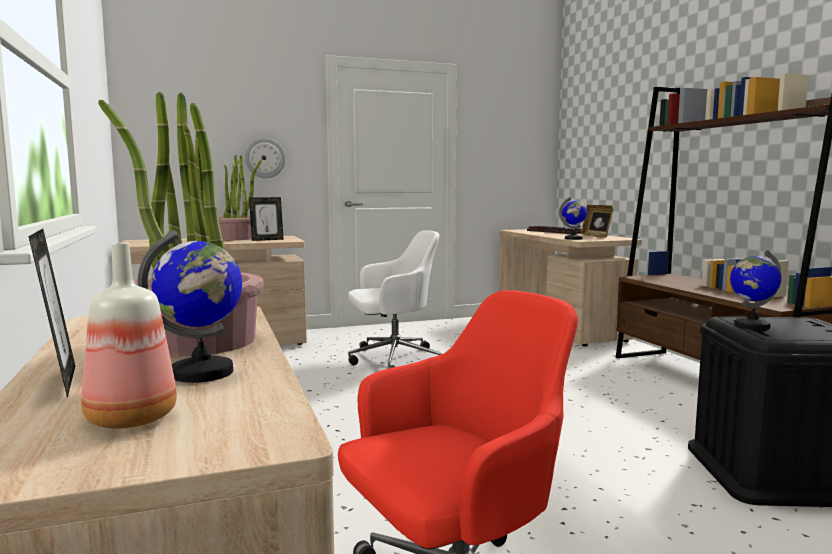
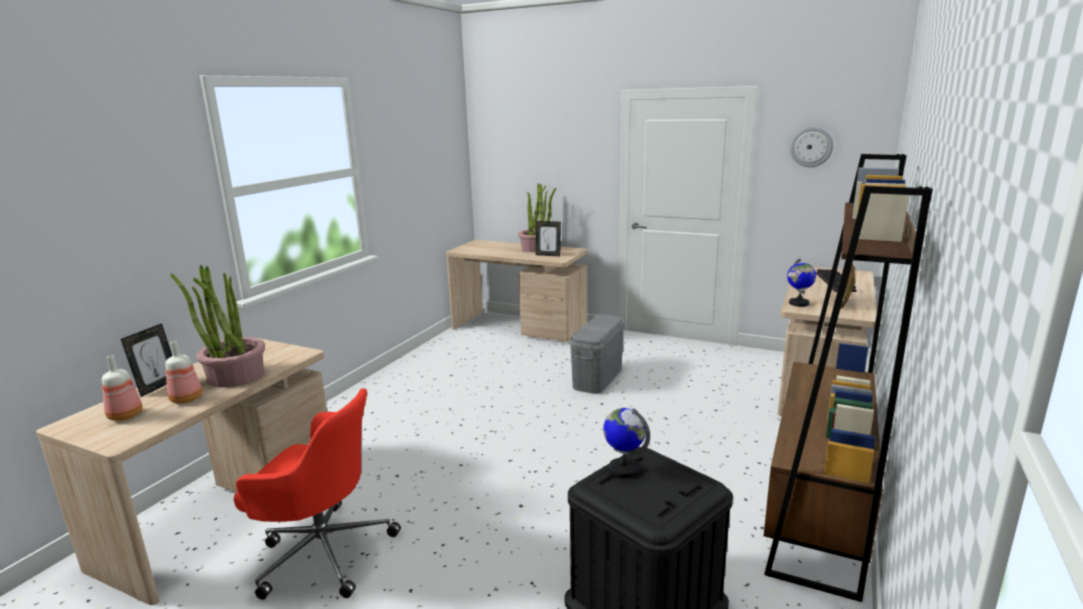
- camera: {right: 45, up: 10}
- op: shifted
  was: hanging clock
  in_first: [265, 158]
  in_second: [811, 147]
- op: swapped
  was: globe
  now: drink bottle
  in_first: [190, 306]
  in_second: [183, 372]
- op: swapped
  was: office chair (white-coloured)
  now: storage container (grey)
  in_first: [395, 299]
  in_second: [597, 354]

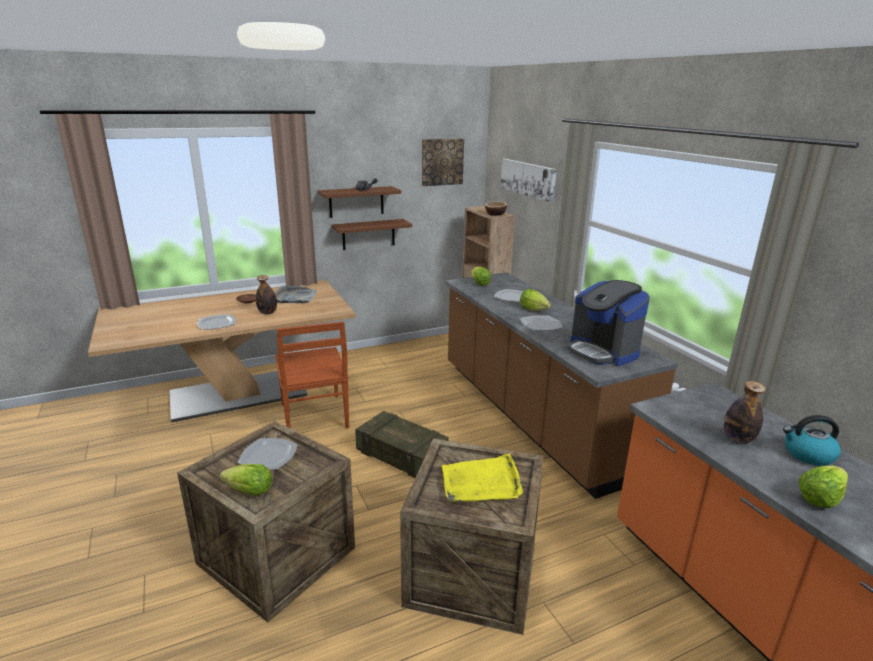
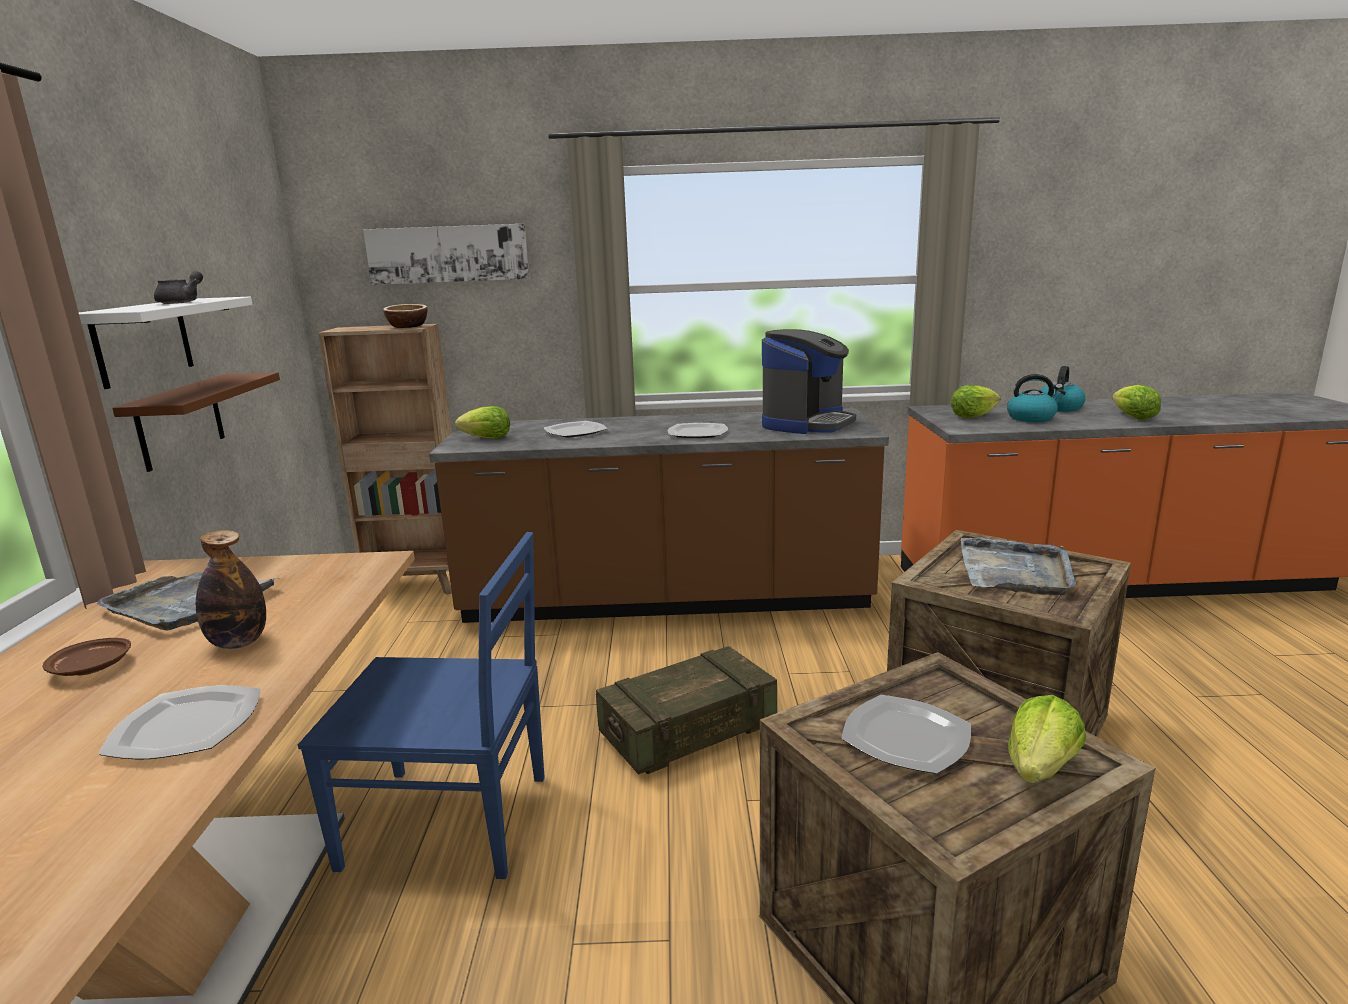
- camera: {right: -65, up: -5}
- op: gone
  was: wall picture
  in_first: [443, 162]
- op: repainted
  was: bracket shelf (brownish)
  now: bracket shelf (white-coloured)
  in_first: [359, 202]
  in_second: [166, 343]
- op: rotated
  was: coffee brewer
  in_first: [609, 323]
  in_second: [809, 381]
  clockwise: -45
- op: shifted
  was: lettuce
  in_first: [535, 300]
  in_second: [976, 401]
- op: repainted
  was: upright chair (brownish)
  now: upright chair (bluish)
  in_first: [312, 375]
  in_second: [421, 705]
- op: swapped
  was: drink bottle
  now: kettle
  in_first: [745, 412]
  in_second: [1036, 398]
- op: repainted
  was: serving tray (yellow-coloured)
  now: serving tray (grey)
  in_first: [482, 478]
  in_second: [1018, 566]

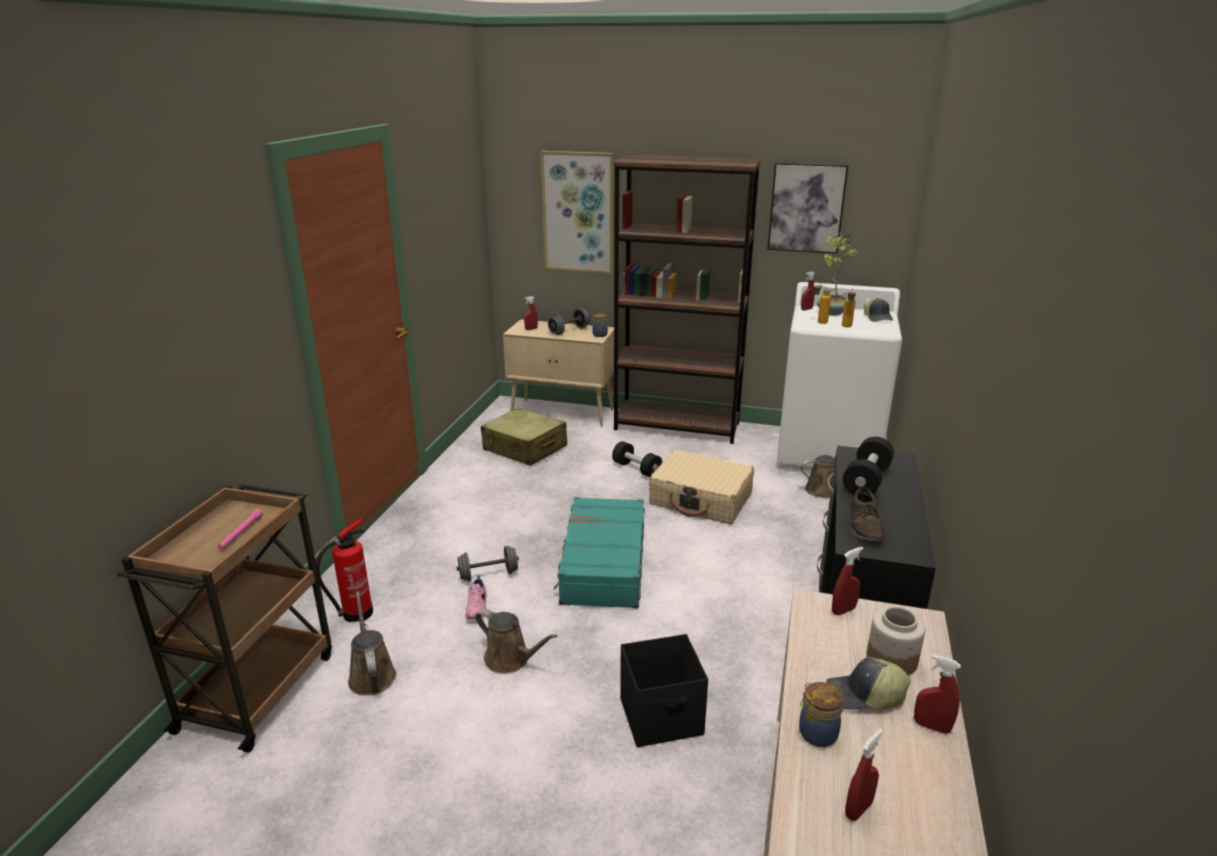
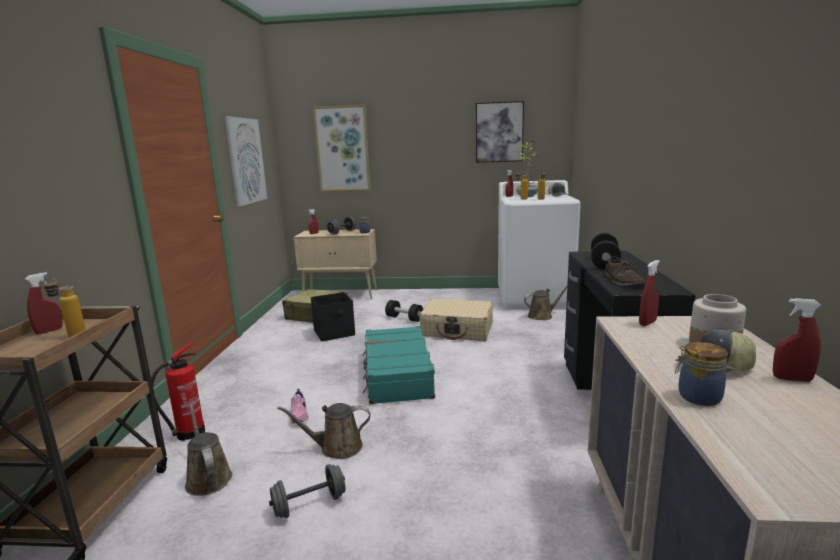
- camera: {right: -10, up: -10}
- op: gone
  was: bookcase (brownish)
  in_first: [687, 299]
- op: swapped
  was: flashlight (pinkish)
  now: drink bottle
  in_first: [240, 529]
  in_second: [64, 307]
- op: shifted
  was: hand weight (grey)
  in_first: [487, 564]
  in_second: [307, 491]
- op: rotated
  was: sprinkling can (brownish)
  in_first: [516, 641]
  in_second: [323, 431]
  clockwise: 150
- op: shifted
  was: storage container (black-coloured)
  in_first: [664, 690]
  in_second: [333, 317]
- op: shifted
  was: sprayer (red-coloured)
  in_first: [864, 775]
  in_second: [44, 303]
- op: new
  now: wall picture
  in_second: [246, 161]

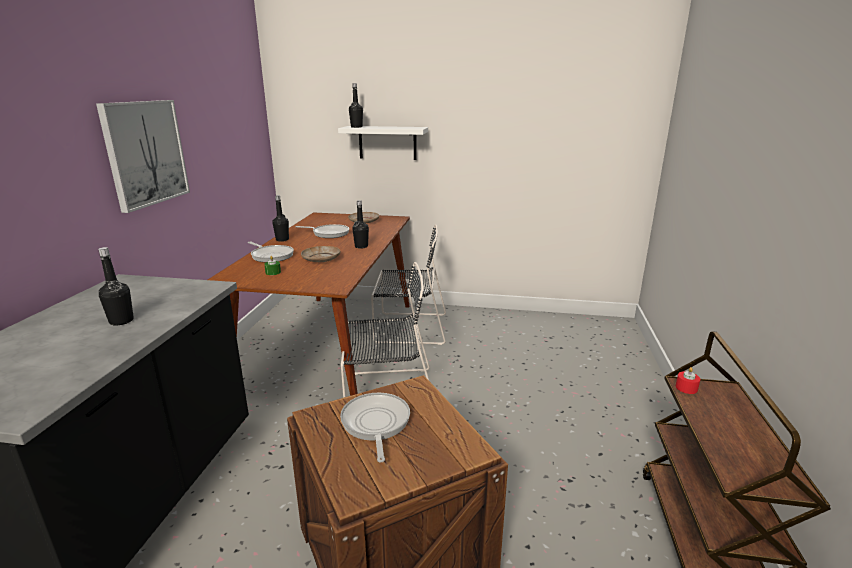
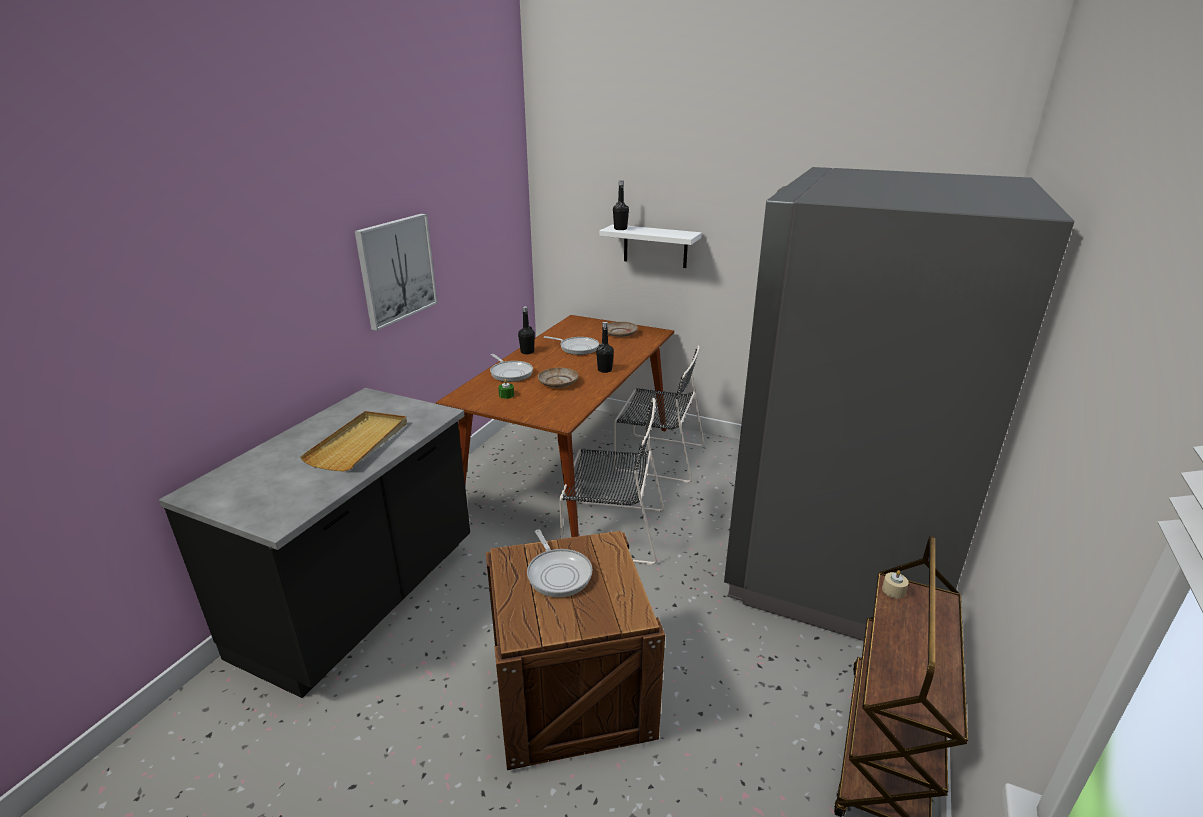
- camera: {right: 15, up: 5}
- op: swapped
  was: drink bottle (black-coloured)
  now: serving tray (beige)
  in_first: [116, 286]
  in_second: [353, 441]
- op: repainted
  was: candle (red-coloured)
  now: candle (beige)
  in_first: [688, 380]
  in_second: [895, 584]
- op: rotated
  was: skillet
  in_first: [375, 427]
  in_second: [559, 563]
  clockwise: 150
- op: new
  now: refrigerator (grey)
  in_second: [899, 404]

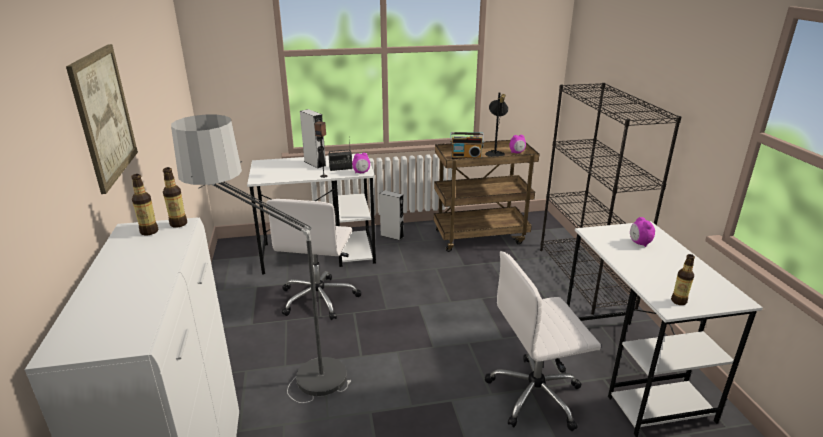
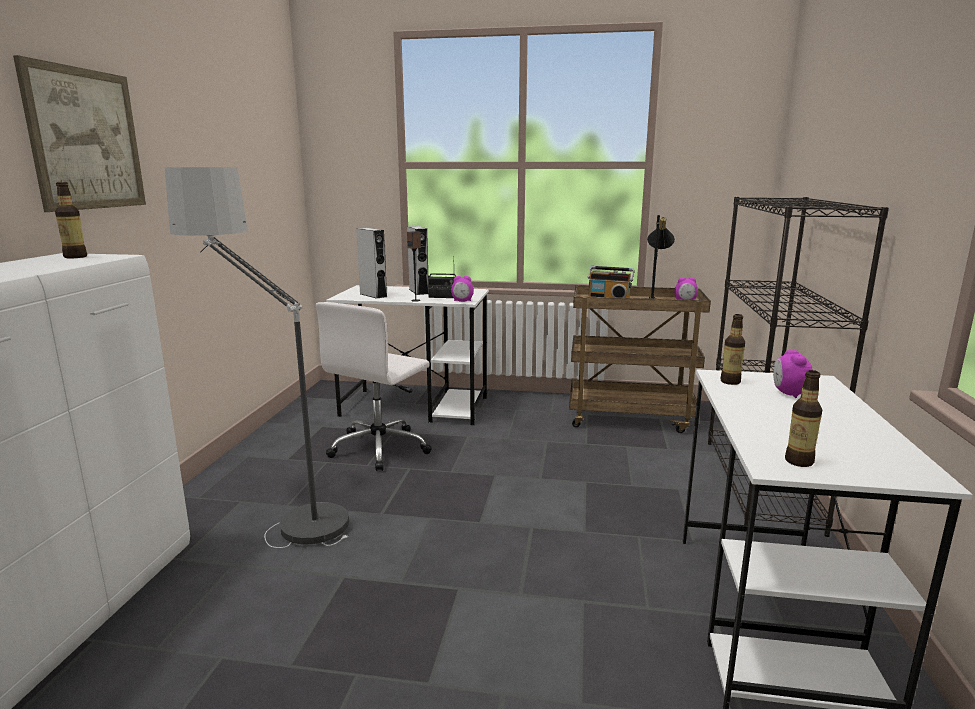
- camera: {right: 20, up: -10}
- op: shifted
  was: drink bottle
  in_first: [175, 197]
  in_second: [732, 349]
- op: shifted
  was: loudspeaker (grey)
  in_first: [392, 215]
  in_second: [371, 263]
- op: gone
  was: office chair (white-coloured)
  in_first: [543, 341]

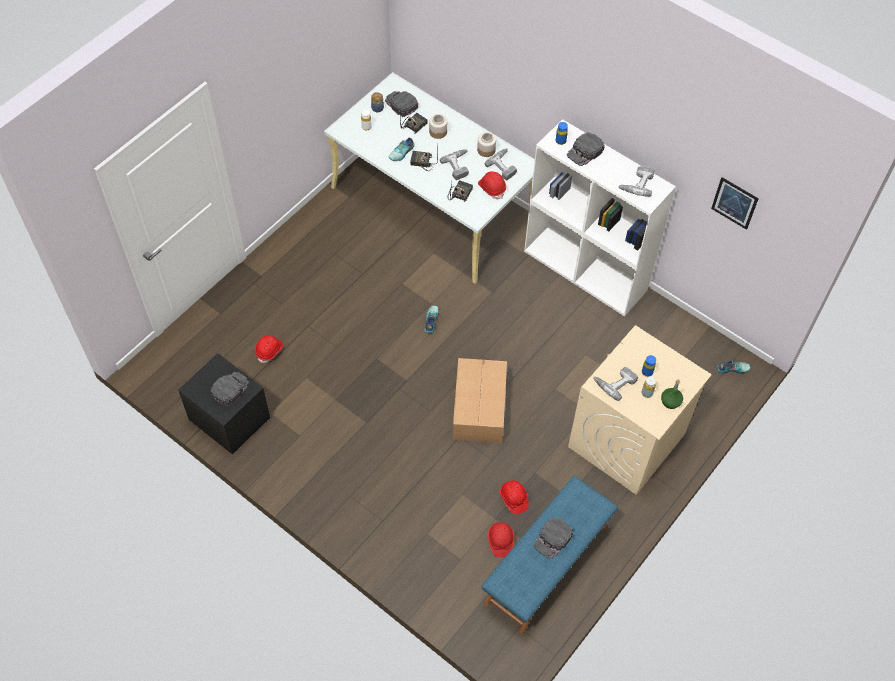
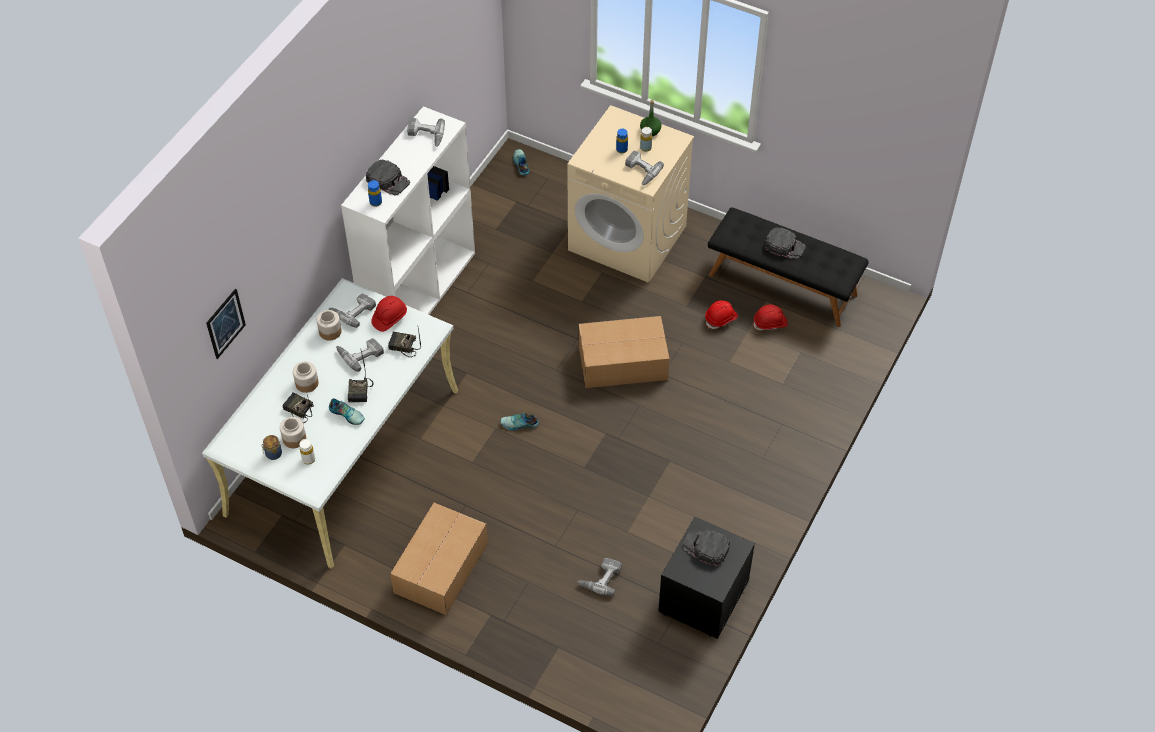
- camera: {right: -100, up: -5}
- op: gone
  was: cap (black-coloured)
  in_first: [401, 104]
- op: shifted
  was: wall picture
  in_first: [735, 203]
  in_second: [226, 323]
- op: swapped
  was: hard hat (red-coloured)
  now: electric drill
  in_first: [269, 349]
  in_second: [599, 577]
- op: repainted
  was: long seat (bluish)
  now: long seat (black-coloured)
  in_first: [550, 555]
  in_second: [788, 267]
- op: new
  now: storage jar
  in_second: [293, 432]
- op: new
  now: packing box
  in_second: [439, 559]

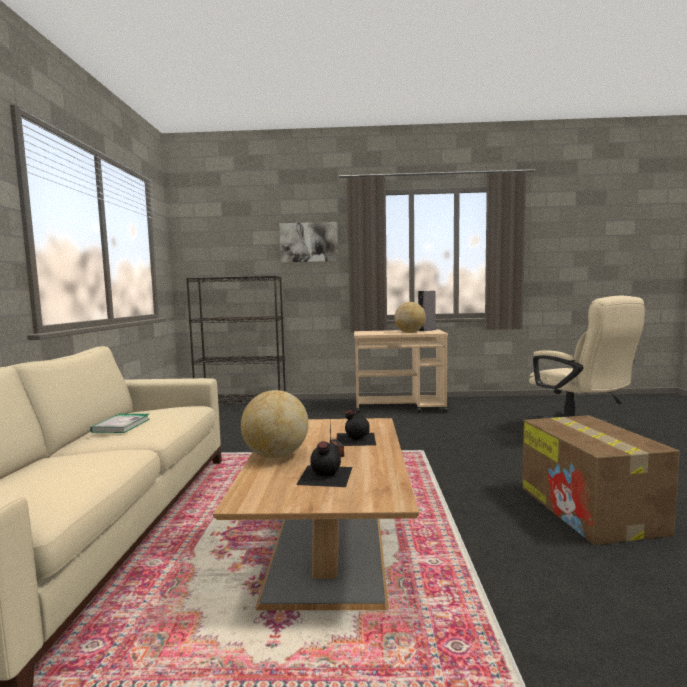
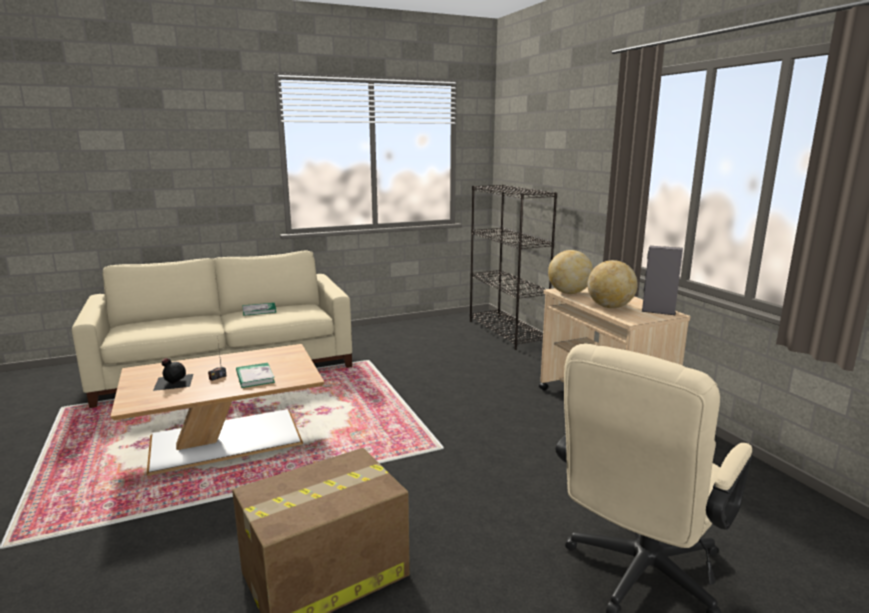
- camera: {right: 65, up: 10}
- op: gone
  was: wall picture
  in_first: [308, 242]
- op: shifted
  was: globe
  in_first: [275, 424]
  in_second: [570, 272]
- op: swapped
  was: drink bottle (black-coloured)
  now: book
  in_first: [356, 428]
  in_second: [255, 375]

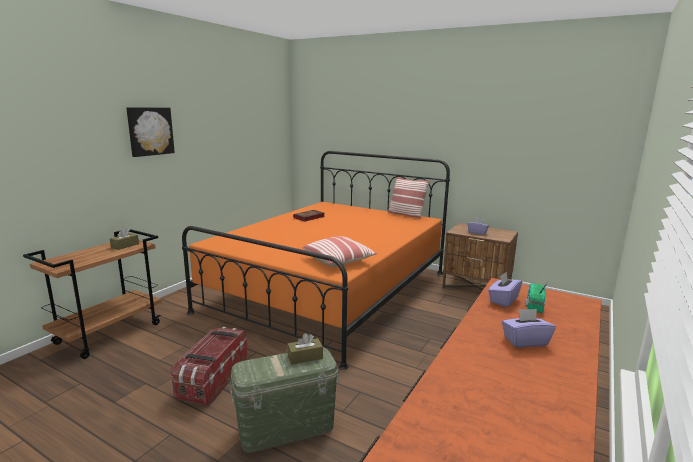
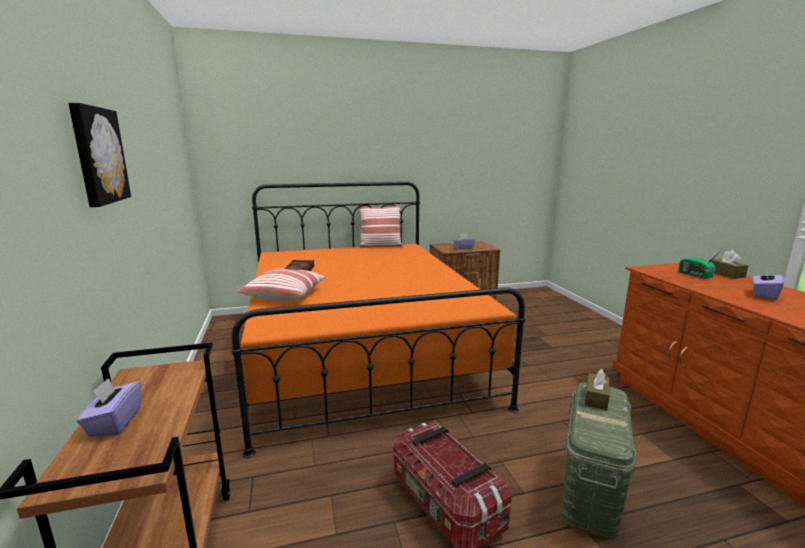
- camera: {right: -45, up: 0}
- op: shifted
  was: tissue box (brownish)
  in_first: [124, 238]
  in_second: [728, 264]
- op: shifted
  was: cushion
  in_first: [340, 251]
  in_second: [282, 285]
- op: shifted
  was: tissue box (purple-coloured)
  in_first: [505, 289]
  in_second: [109, 407]

